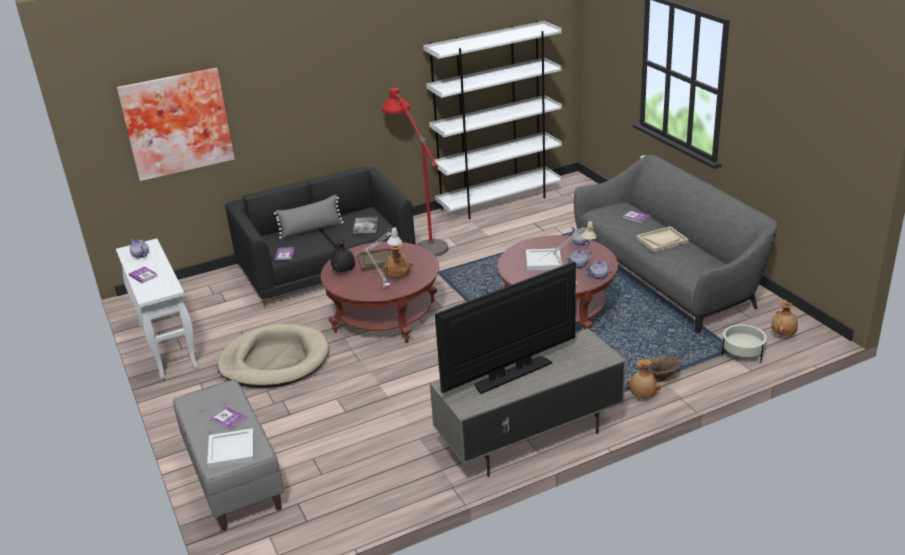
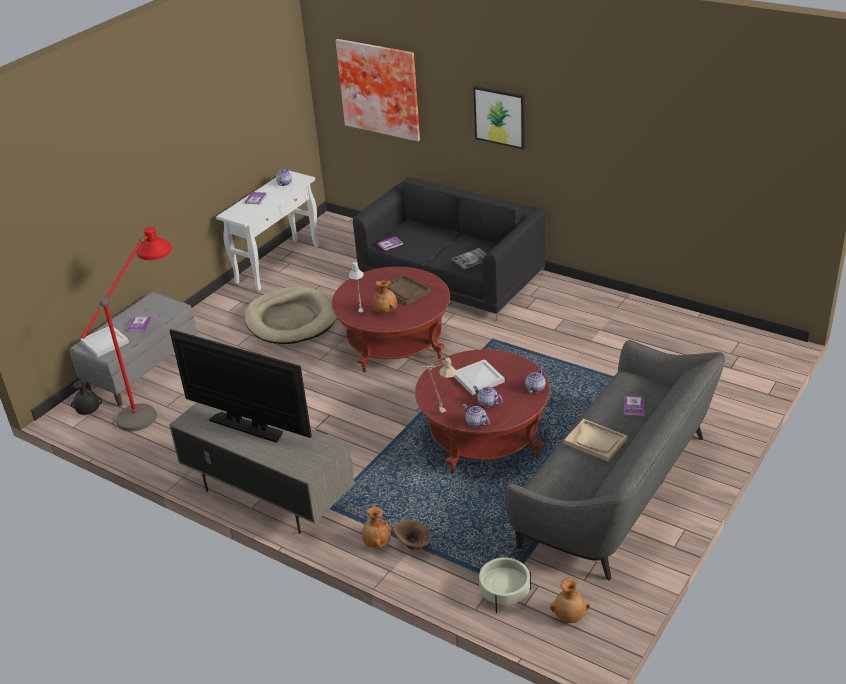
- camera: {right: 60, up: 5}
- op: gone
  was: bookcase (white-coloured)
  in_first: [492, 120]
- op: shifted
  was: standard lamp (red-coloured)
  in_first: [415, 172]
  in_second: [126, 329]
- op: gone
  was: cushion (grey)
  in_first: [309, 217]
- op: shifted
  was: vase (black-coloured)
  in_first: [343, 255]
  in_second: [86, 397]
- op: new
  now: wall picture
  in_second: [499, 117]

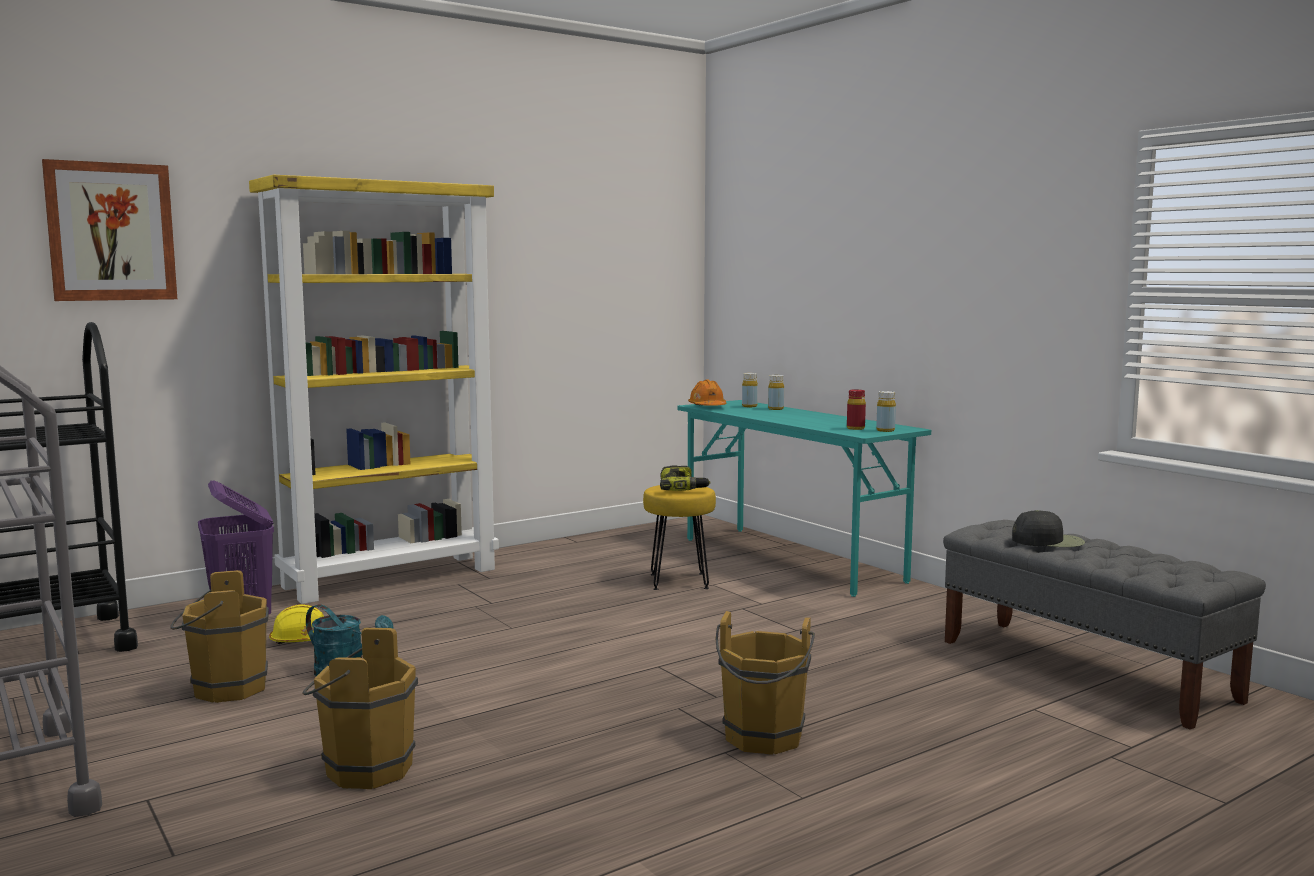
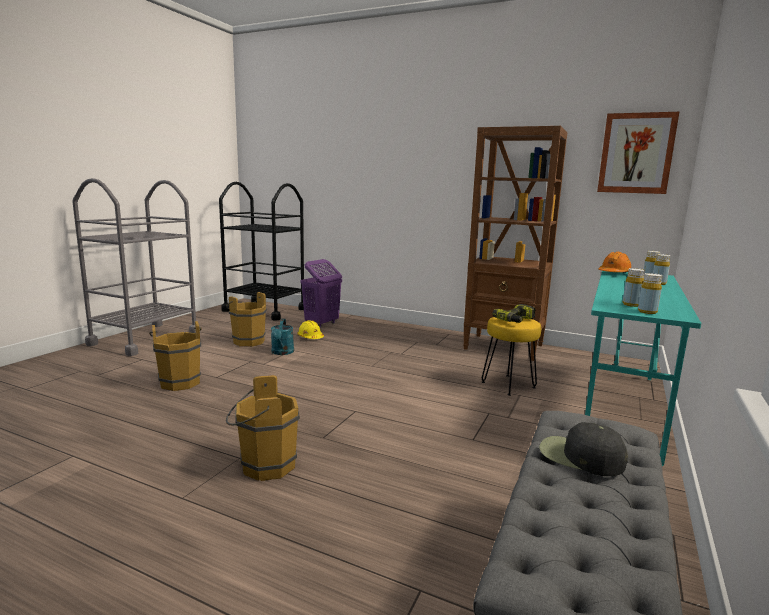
- camera: {right: 60, up: 5}
- op: shifted
  was: wall picture
  in_first: [109, 230]
  in_second: [638, 153]
- op: gone
  was: bookcase (yellow-coloured)
  in_first: [374, 389]
- op: repainted
  was: drink bottle (red-coloured)
  now: drink bottle (yellow-coloured)
  in_first: [856, 409]
  in_second: [633, 287]
- op: rotated
  was: cap (black-coloured)
  in_first: [1048, 528]
  in_second: [583, 449]
  clockwise: 150
- op: new
  now: bookcase (brownish)
  in_second: [515, 243]

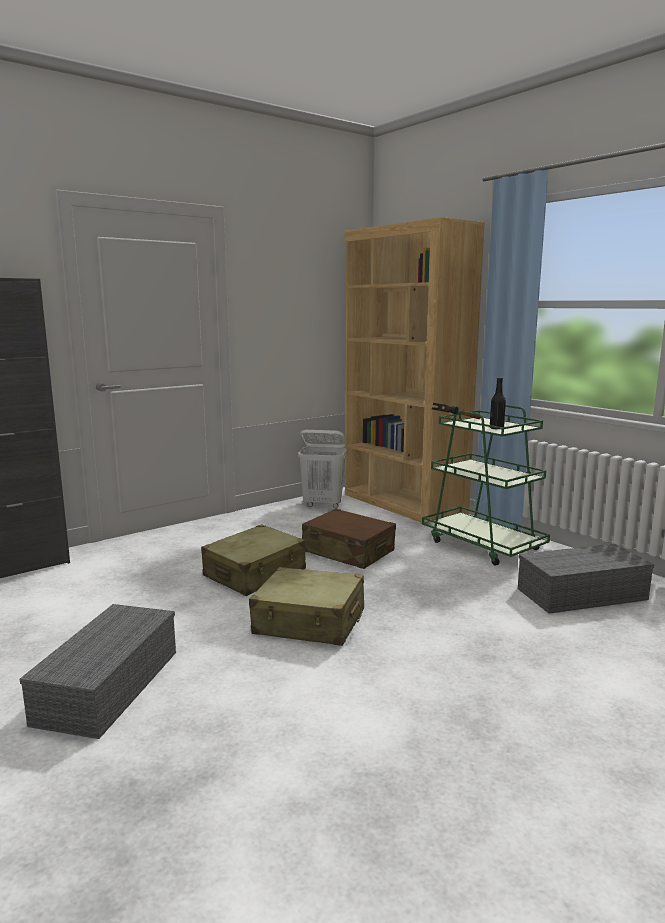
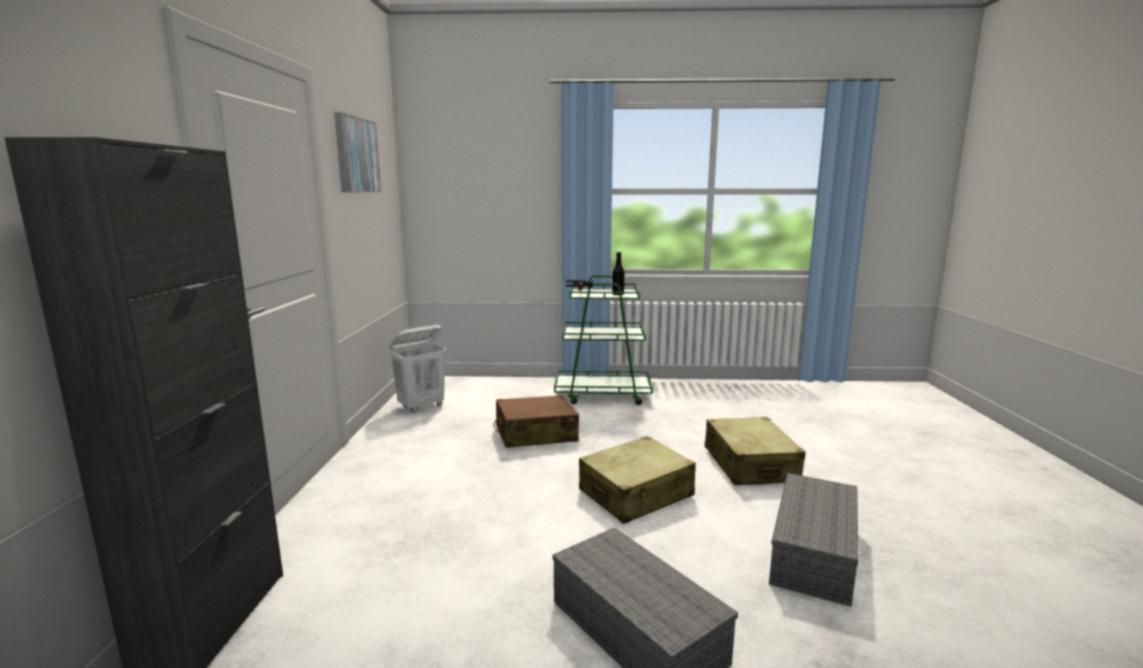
- camera: {right: -50, up: 0}
- op: gone
  was: bookcase (brownish)
  in_first: [414, 370]
- op: shifted
  was: piece of luggage (beige)
  in_first: [253, 560]
  in_second: [755, 451]
- op: shifted
  was: storage container (grey)
  in_first: [586, 579]
  in_second: [813, 539]
- op: new
  now: wall picture
  in_second: [357, 152]

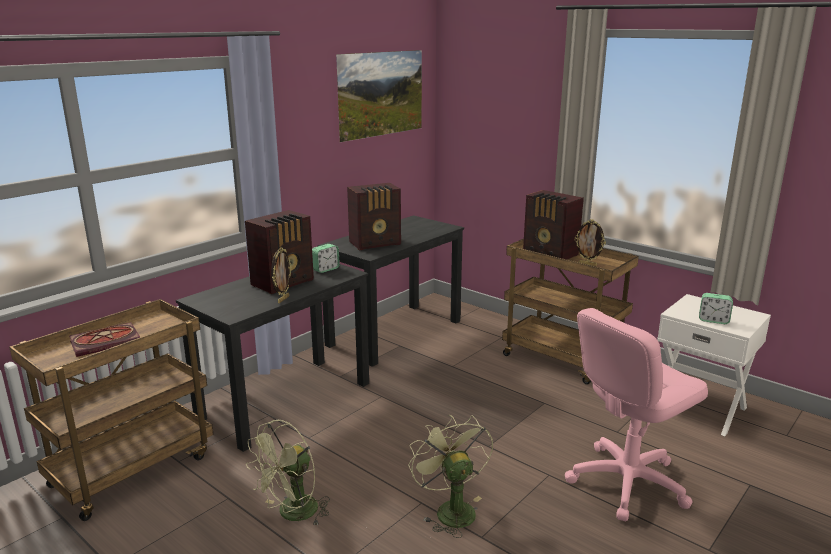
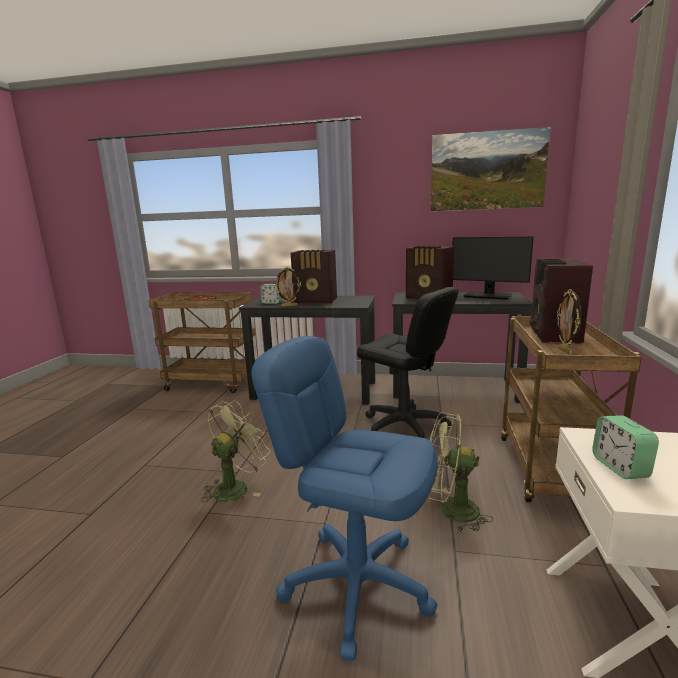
- camera: {right: 60, up: -5}
- op: shifted
  was: table clock
  in_first: [326, 258]
  in_second: [271, 294]
- op: repainted
  was: office chair (pinkish)
  now: office chair (bluish)
  in_first: [636, 414]
  in_second: [344, 498]
- op: shifted
  was: cooling fan (greenish)
  in_first: [288, 473]
  in_second: [460, 472]
- op: new
  now: computer display
  in_second: [493, 268]
- op: new
  now: office chair (black-coloured)
  in_second: [408, 362]

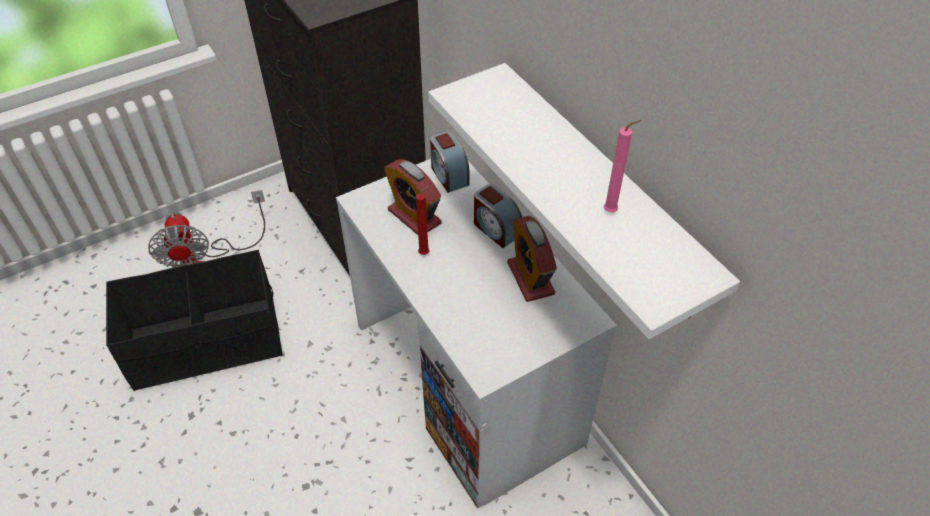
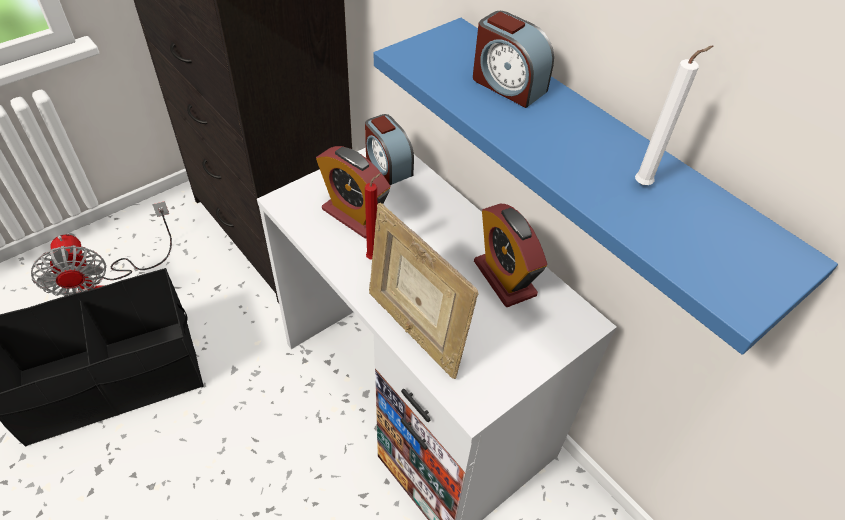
- camera: {right: -10, up: 0}
- op: repainted
  was: bracket shelf (white-coloured)
  now: bracket shelf (bluish)
  in_first: [584, 201]
  in_second: [606, 186]
- op: repainted
  was: candle (pinkish)
  now: candle (white-coloured)
  in_first: [622, 166]
  in_second: [674, 115]
- op: shifted
  was: table clock
  in_first: [498, 216]
  in_second: [513, 59]
- op: new
  now: photo frame
  in_second: [424, 291]

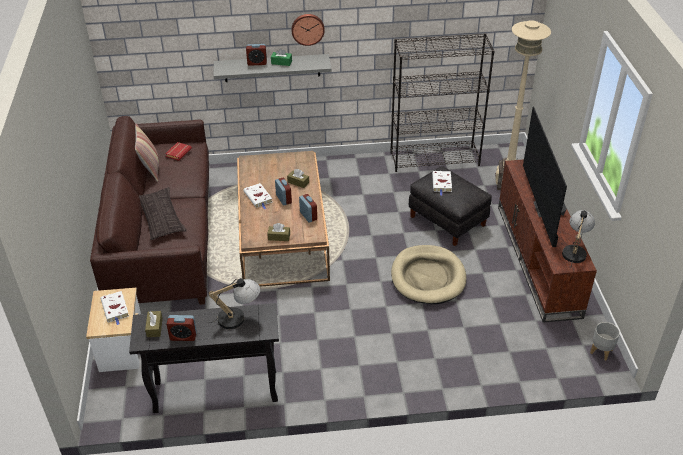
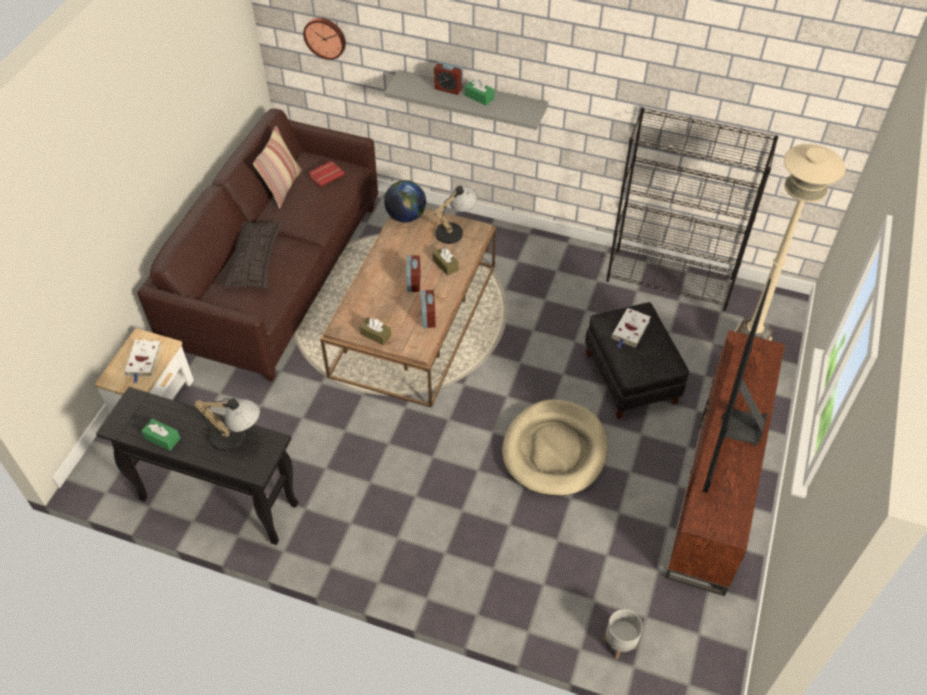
- camera: {right: 25, up: 10}
- op: shifted
  was: hanging clock
  in_first: [308, 30]
  in_second: [324, 39]
- op: gone
  was: book (white-coloured)
  in_first: [257, 196]
- op: shifted
  was: table lamp
  in_first: [578, 238]
  in_second: [454, 216]
- op: gone
  was: tissue box (brownish)
  in_first: [154, 324]
- op: swapped
  was: table clock
  now: tissue box (greenish)
  in_first: [181, 328]
  in_second: [160, 435]
- op: shifted
  was: planter (grey)
  in_first: [605, 341]
  in_second: [623, 634]
- op: new
  now: globe
  in_second: [405, 201]

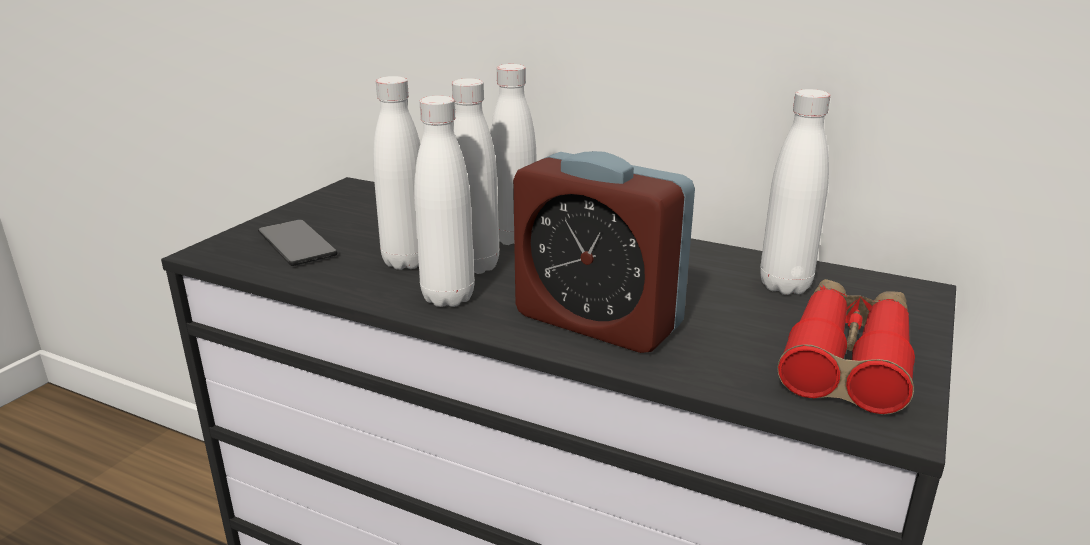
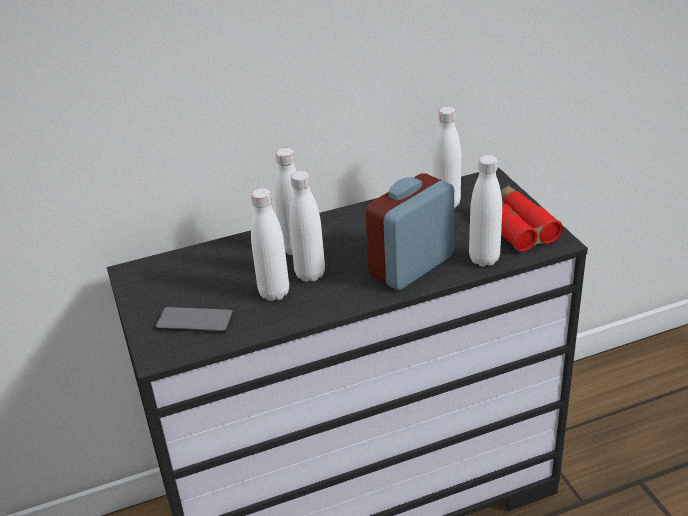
- camera: {right: -45, up: 10}
- op: shifted
  was: drink bottle (white-coloured)
  in_first: [444, 201]
  in_second: [485, 210]
- op: rotated
  was: table clock
  in_first: [604, 252]
  in_second: [409, 231]
  clockwise: 150

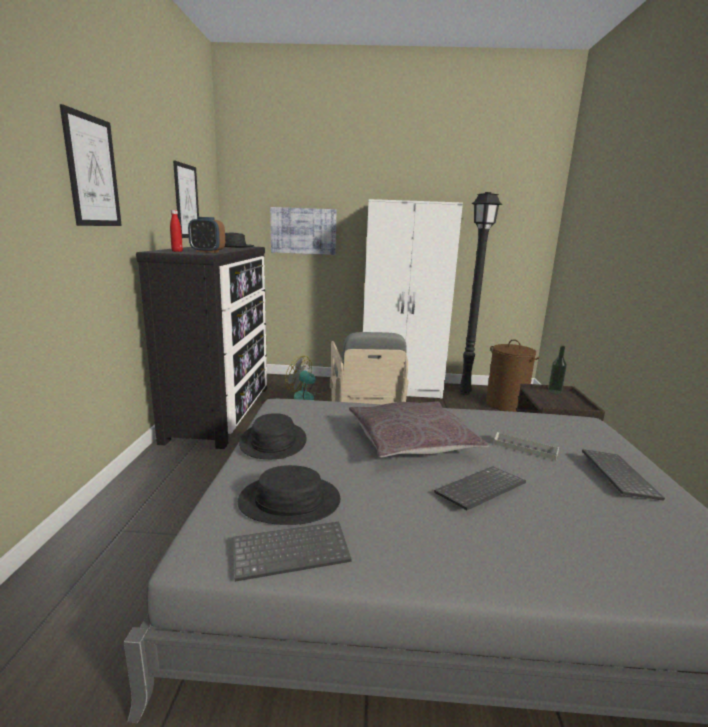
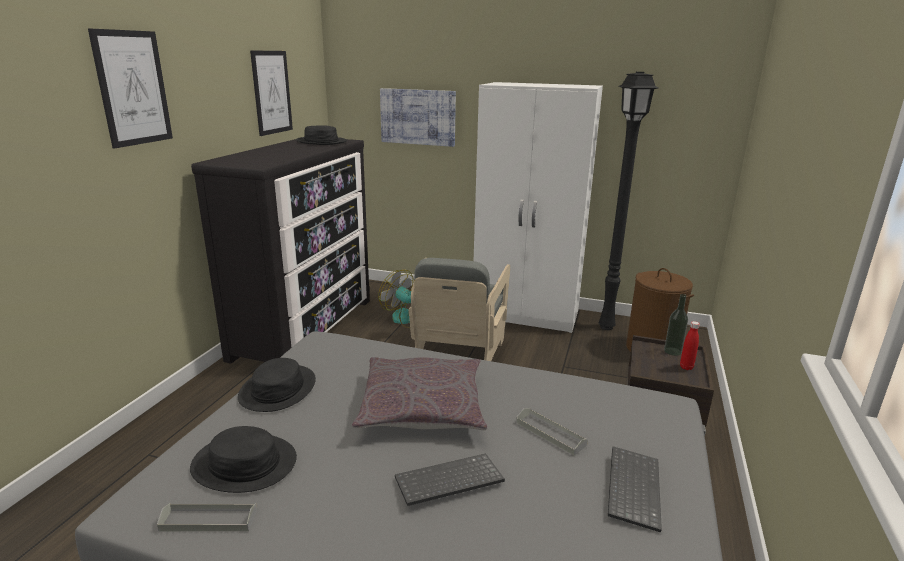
- camera: {right: 15, up: 5}
- op: shifted
  was: drink bottle (red-coloured)
  in_first: [176, 231]
  in_second: [690, 345]
- op: gone
  was: table clock
  in_first: [206, 235]
- op: swapped
  was: PC keyboard
  now: serving tray (grey)
  in_first: [292, 552]
  in_second: [207, 517]

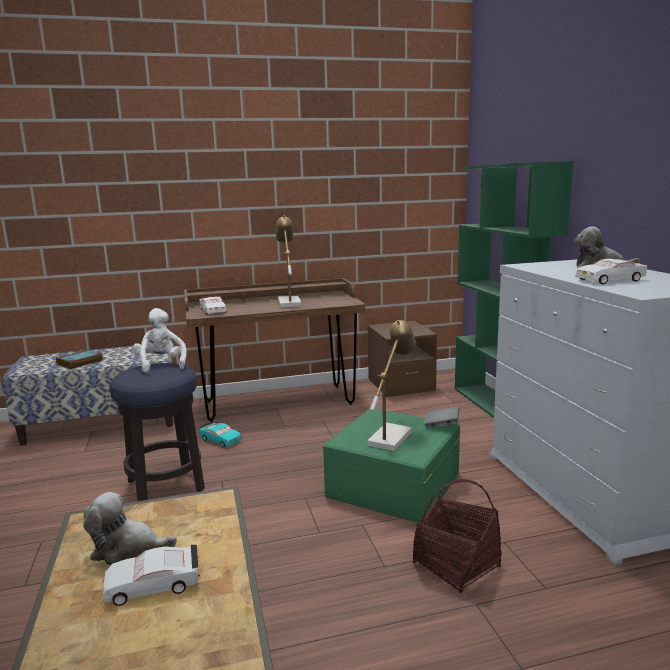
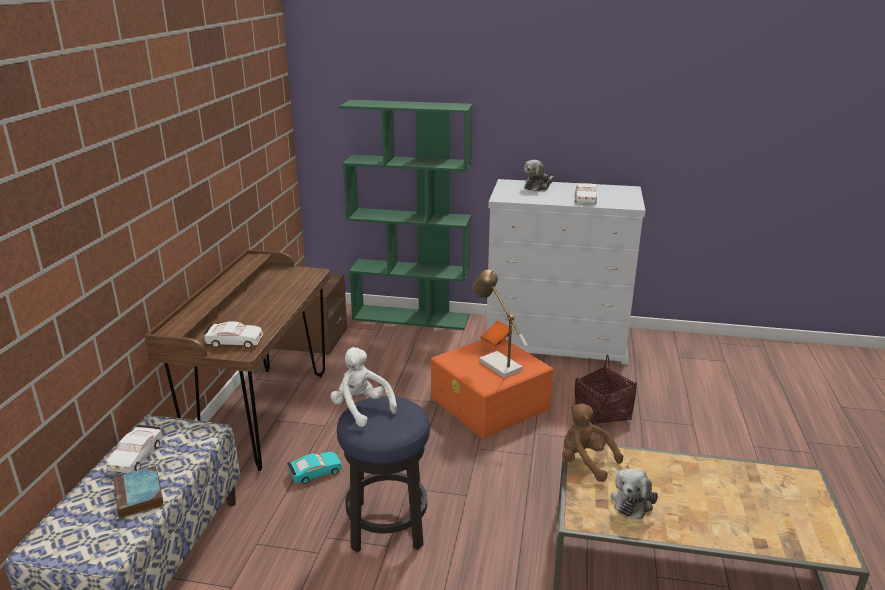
- camera: {right: -65, up: 10}
- op: gone
  was: table lamp
  in_first: [288, 261]
- op: rotated
  was: soft toy (white-coloured)
  in_first: [160, 340]
  in_second: [363, 387]
  clockwise: 45
- op: repainted
  was: book (grey)
  now: book (orange-coloured)
  in_first: [442, 417]
  in_second: [496, 334]
- op: repainted
  was: storage container (greenish)
  now: storage container (orange-coloured)
  in_first: [392, 466]
  in_second: [492, 389]
- op: shifted
  was: toy car (white-coloured)
  in_first: [151, 575]
  in_second: [134, 449]
- op: new
  now: soft toy (brownish)
  in_second: [592, 443]

